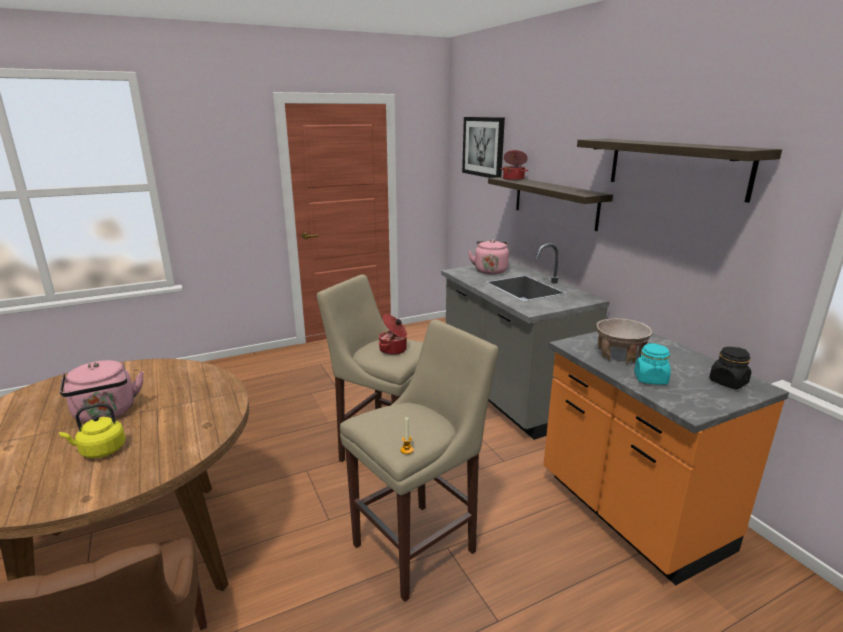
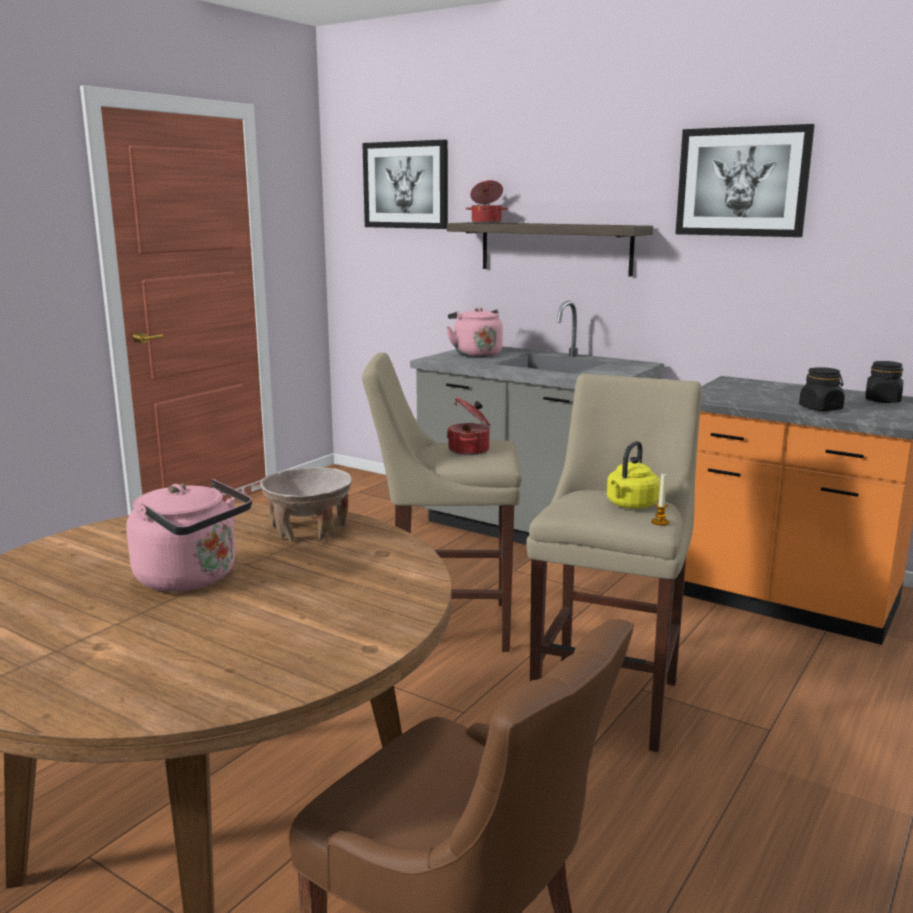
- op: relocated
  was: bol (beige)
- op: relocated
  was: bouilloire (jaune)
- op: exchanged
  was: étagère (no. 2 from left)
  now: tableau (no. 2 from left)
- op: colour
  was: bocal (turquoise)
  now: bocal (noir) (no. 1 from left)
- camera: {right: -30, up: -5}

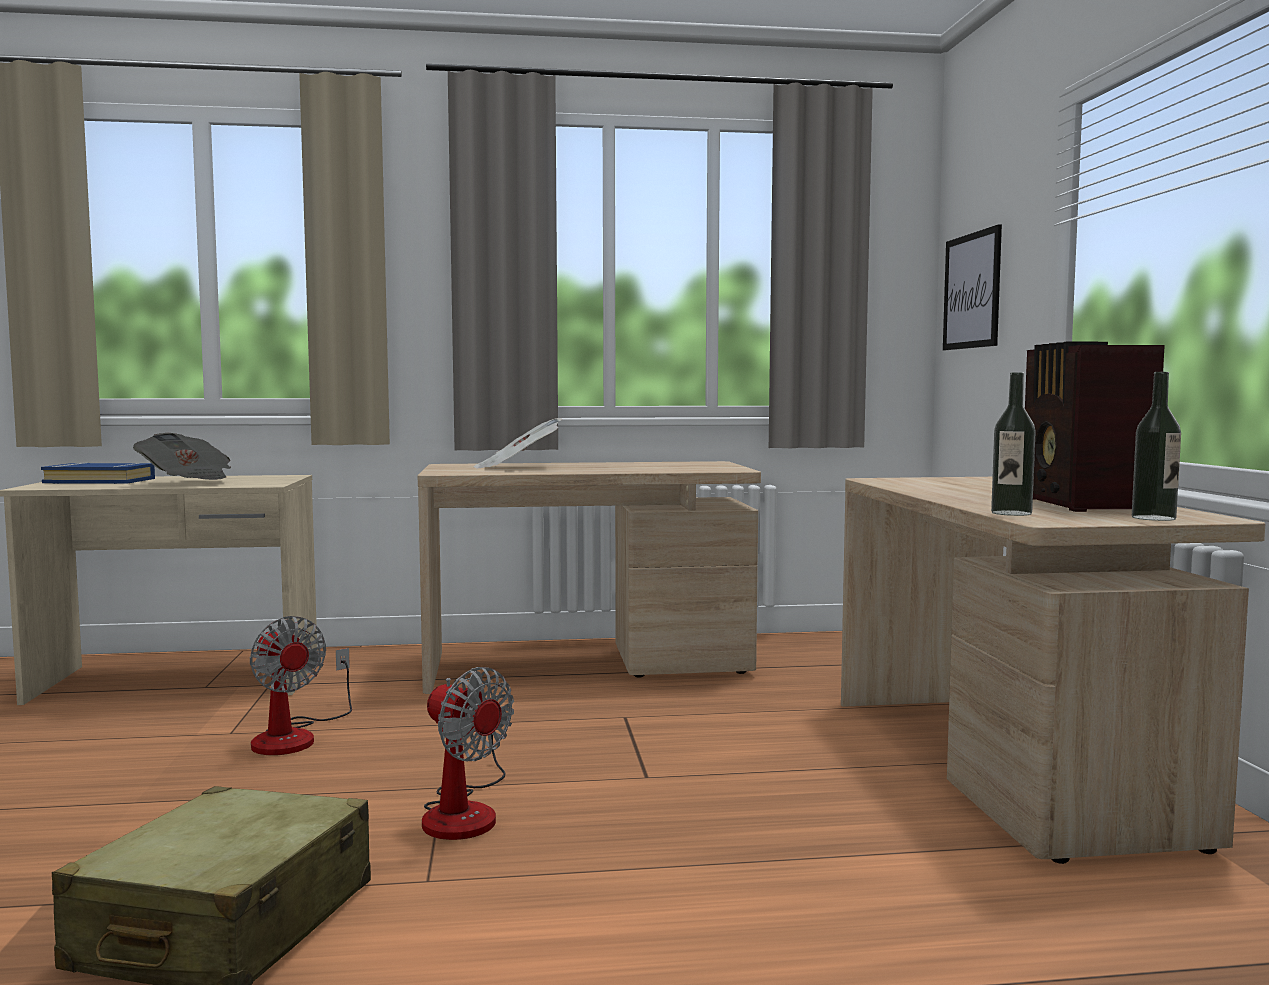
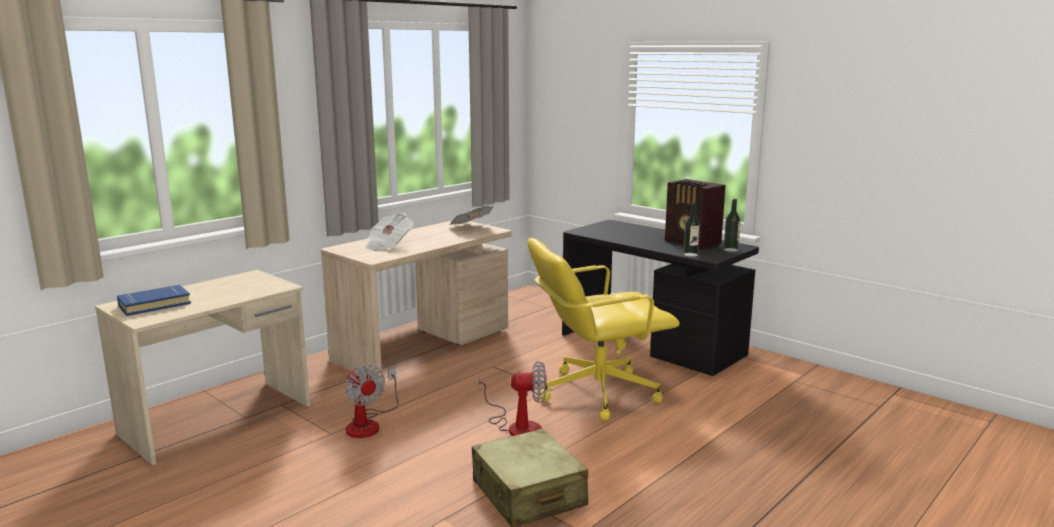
- op: spun
  was: ventilateur (no. 1 from left)
  clockwise: 45
- op: relocated
  was: journal (no. 1 from left in the first image)
  now: journal (no. 2 from left)
- op: appeared
  now: chaise de bureau (jaune)
- op: colour
  was: bureau (beige) (no. 3 from left)
  now: bureau (noir)
- op: missing
  was: tableau
- camera: {right: -40, up: 10}

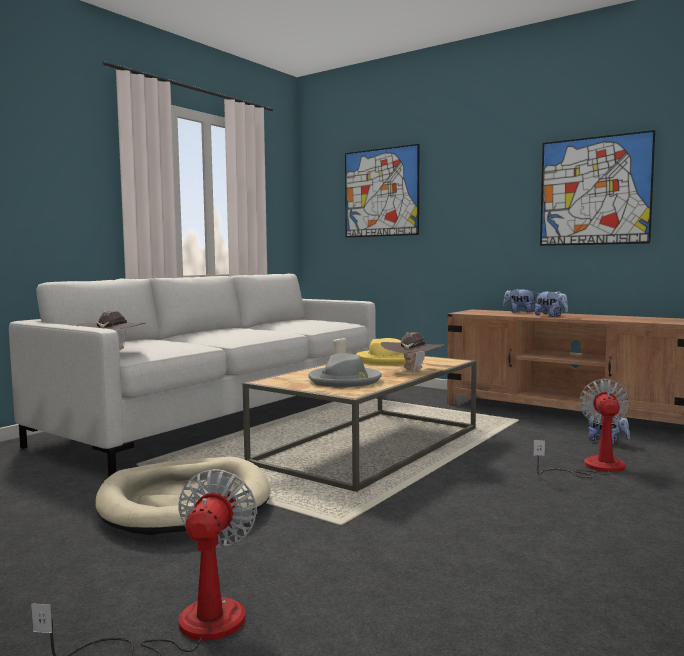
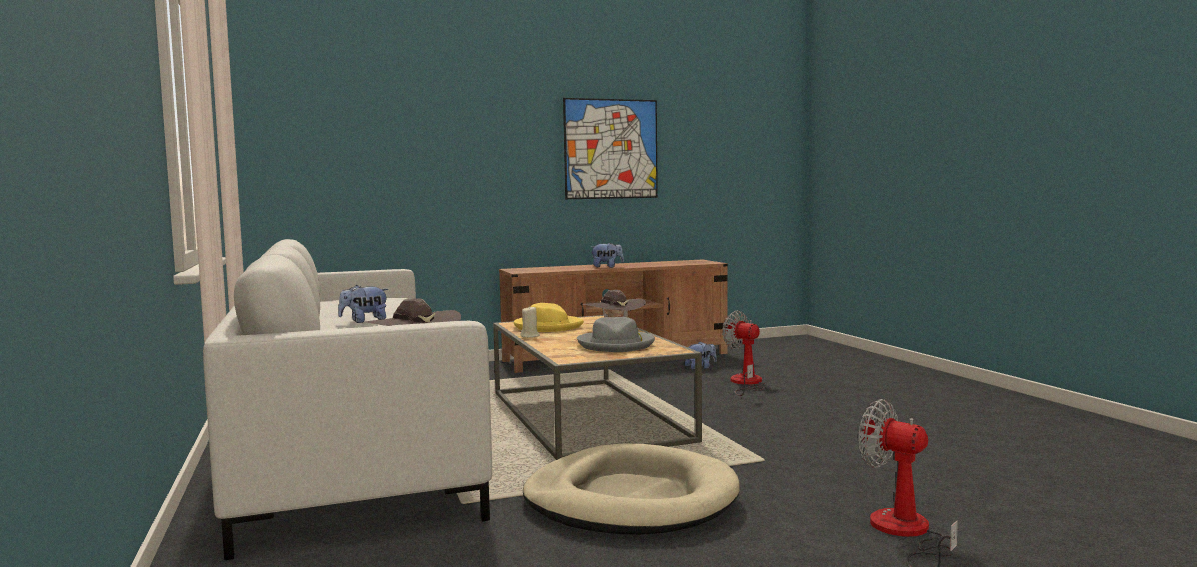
- op: relocated
  was: peluche (no. 1 from left)
- op: missing
  was: tableau (no. 1 from left)
- camera: {right: -55, up: 0}

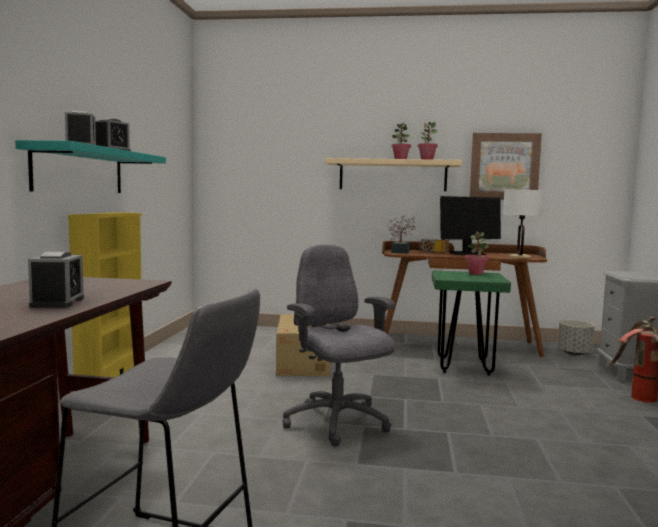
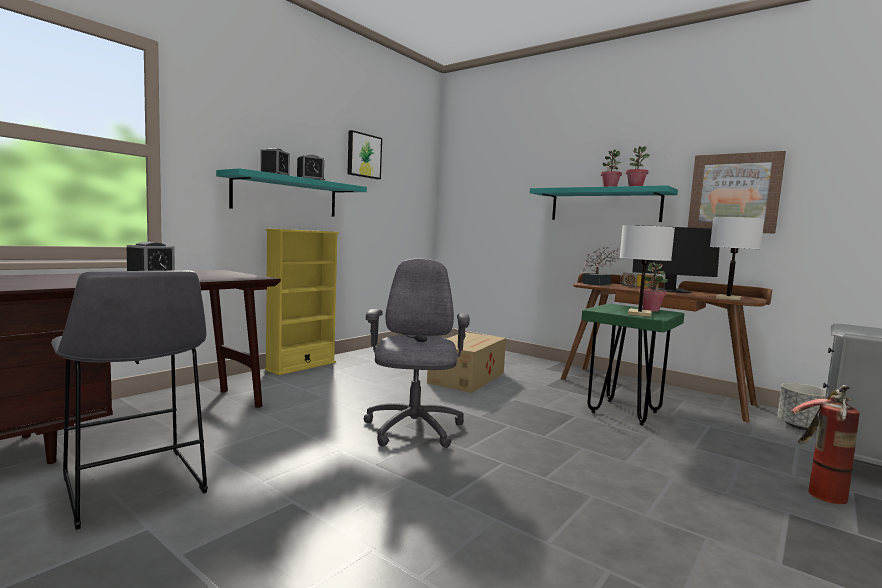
- op: appeared
  now: tableau (no. 1 from left)
- op: colour
  was: étagère (beige)
  now: étagère (turquoise) (no. 2 from left)
- op: appeared
  now: lampe de table (blanc) (no. 1 from left)
- camera: {right: 30, up: 0}

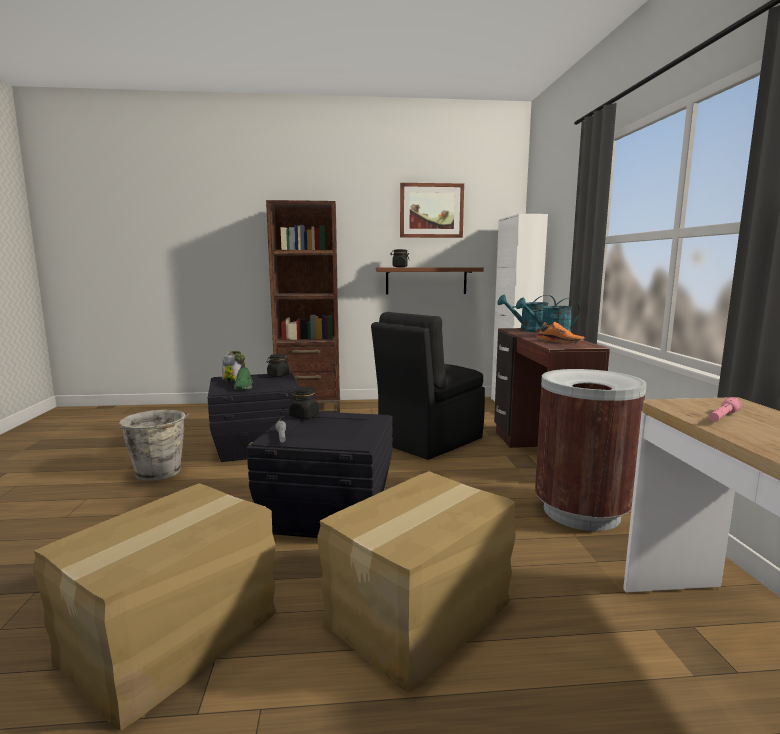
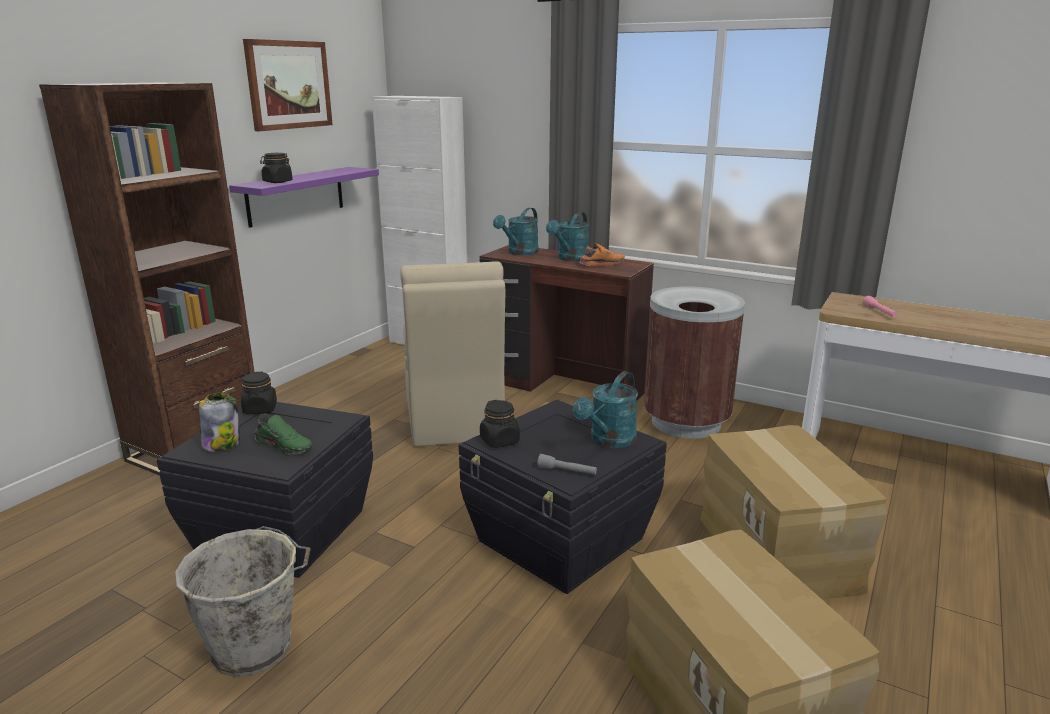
- op: colour
  was: étagère (marron)
  now: étagère (violet)
- op: colour
  was: chaise (noir)
  now: chaise (beige)
- op: appeared
  now: arrosoir (turquoise) (no. 3 from left)
- camera: {right: -55, up: 10}

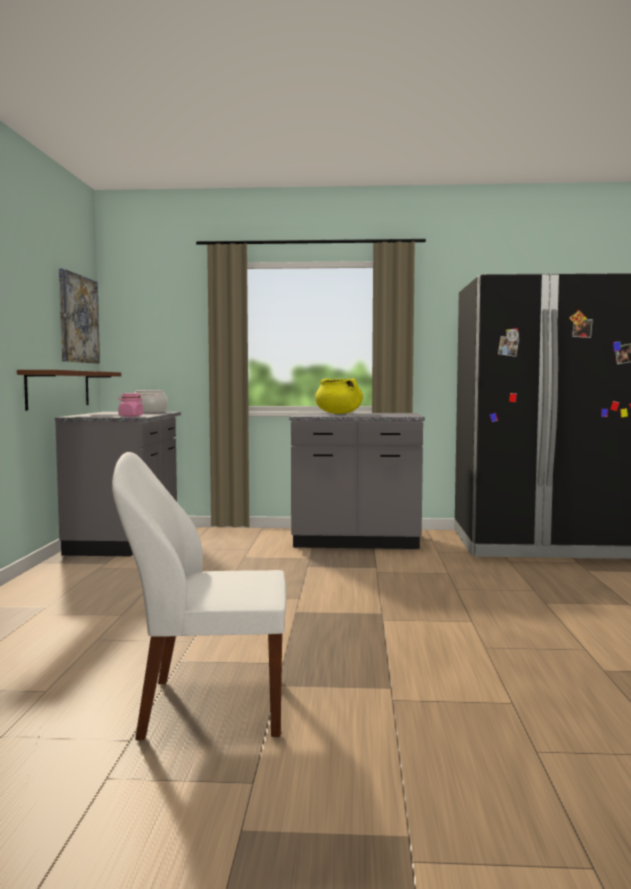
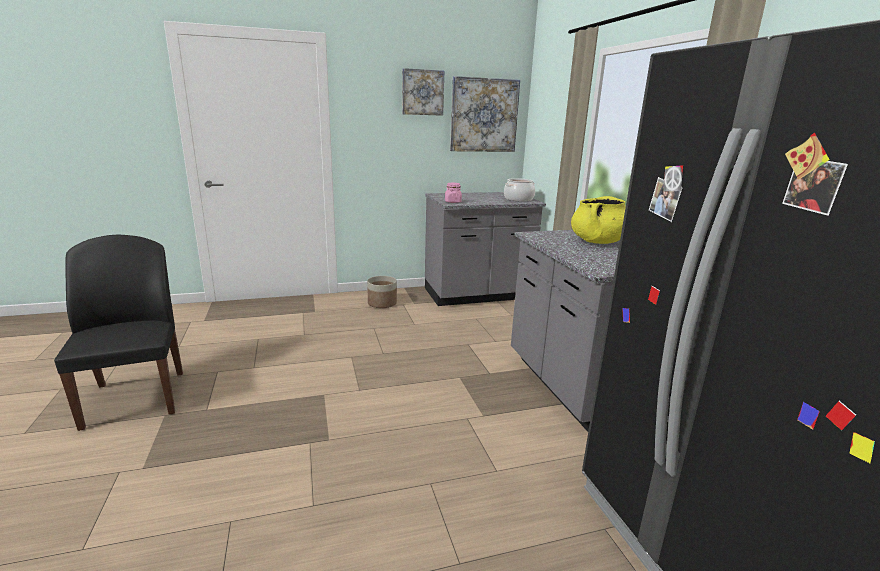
- op: colour
  was: chaise (blanc)
  now: chaise (noir)
- op: appeared
  now: cache-pot
- op: appeared
  now: tableau (no. 1 from left)
- op: missing
  was: étagère (marron)
- camera: {right: 70, up: 15}

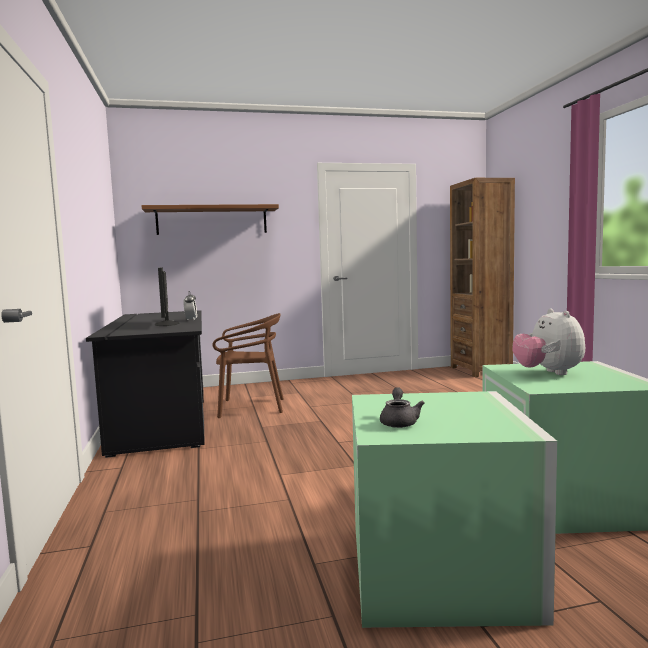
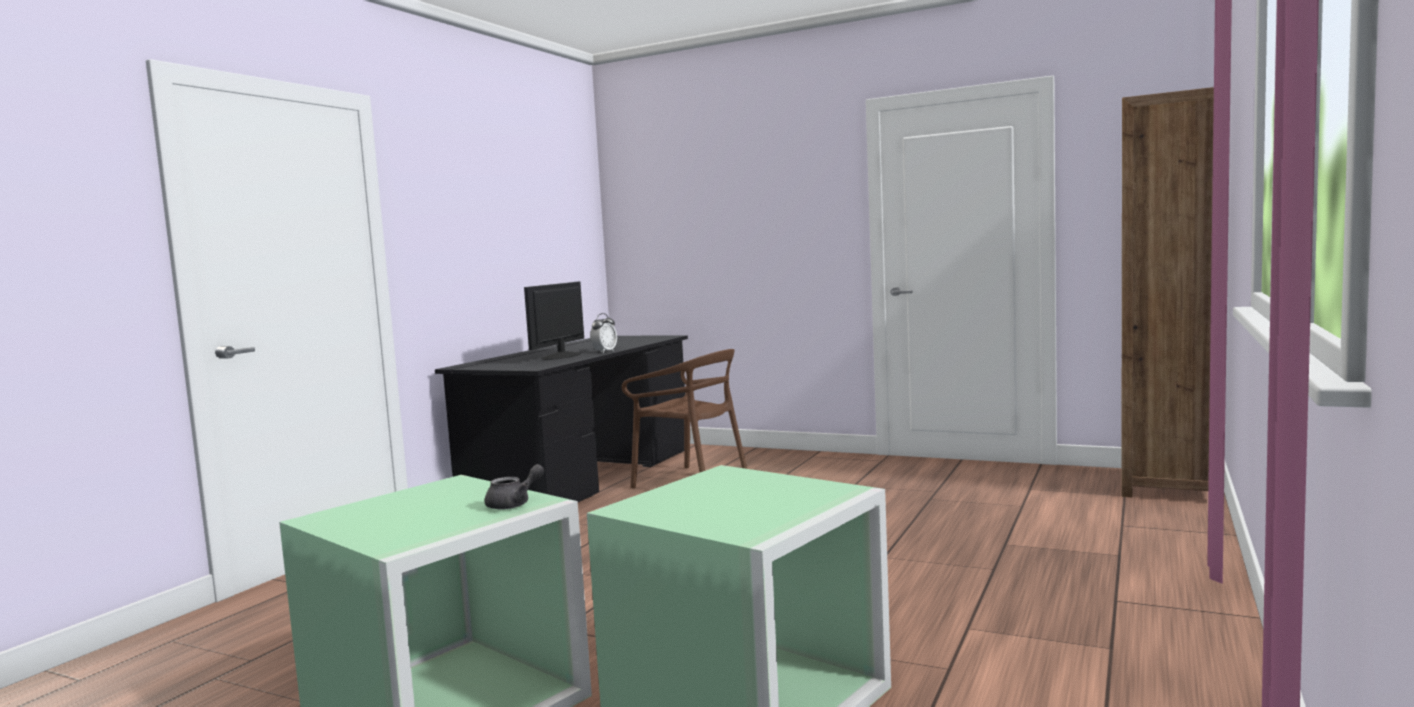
- op: relocated
  was: théière (gris)
- op: missing
  was: étagère (marron)
- op: missing
  was: peluche
- camera: {right: 40, up: 0}

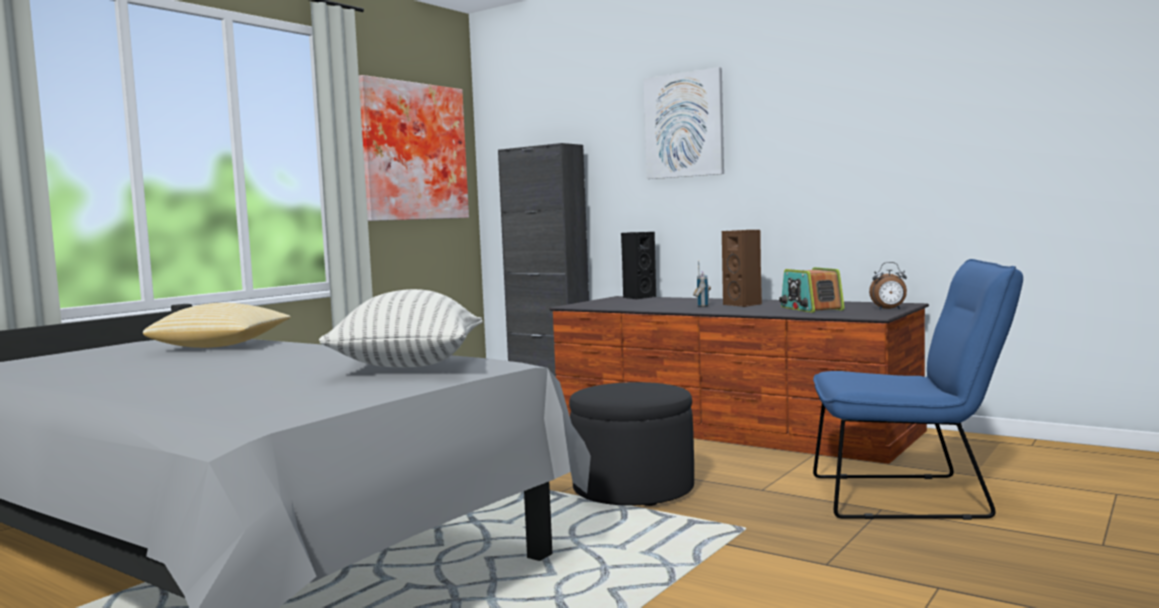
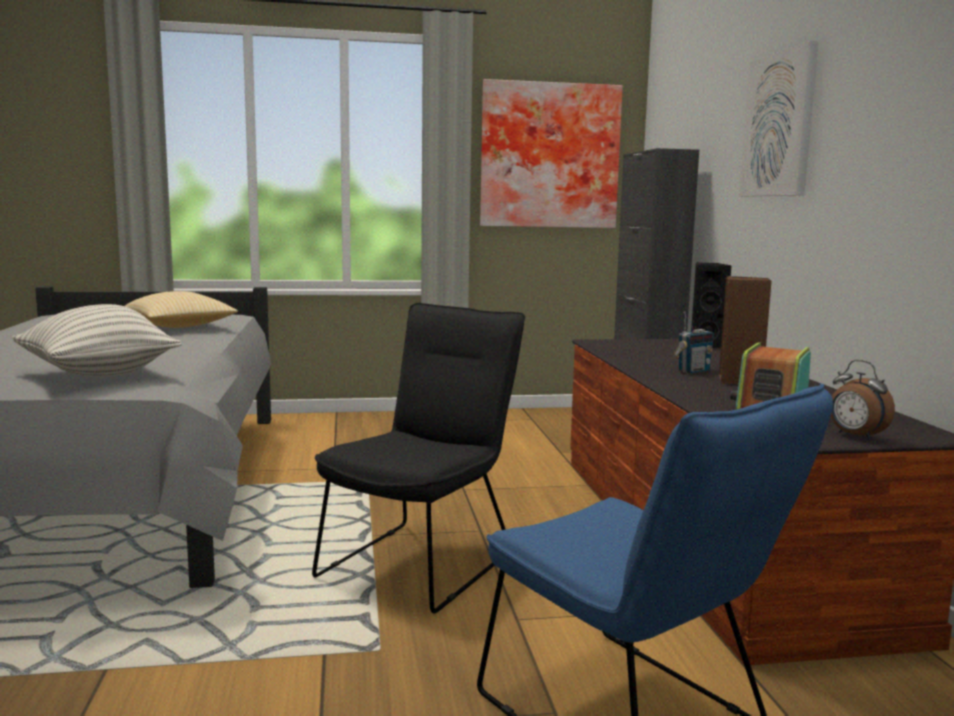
- op: exchanged
  was: pouf (noir)
  now: chaise (noir)
- camera: {right: 45, up: 5}

